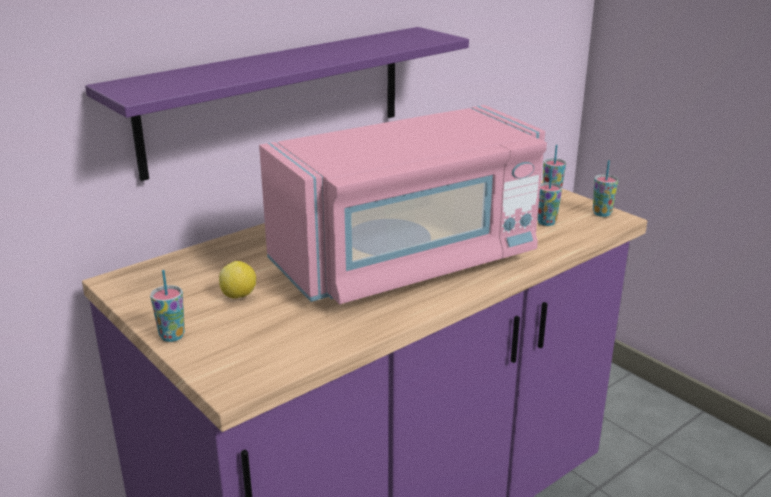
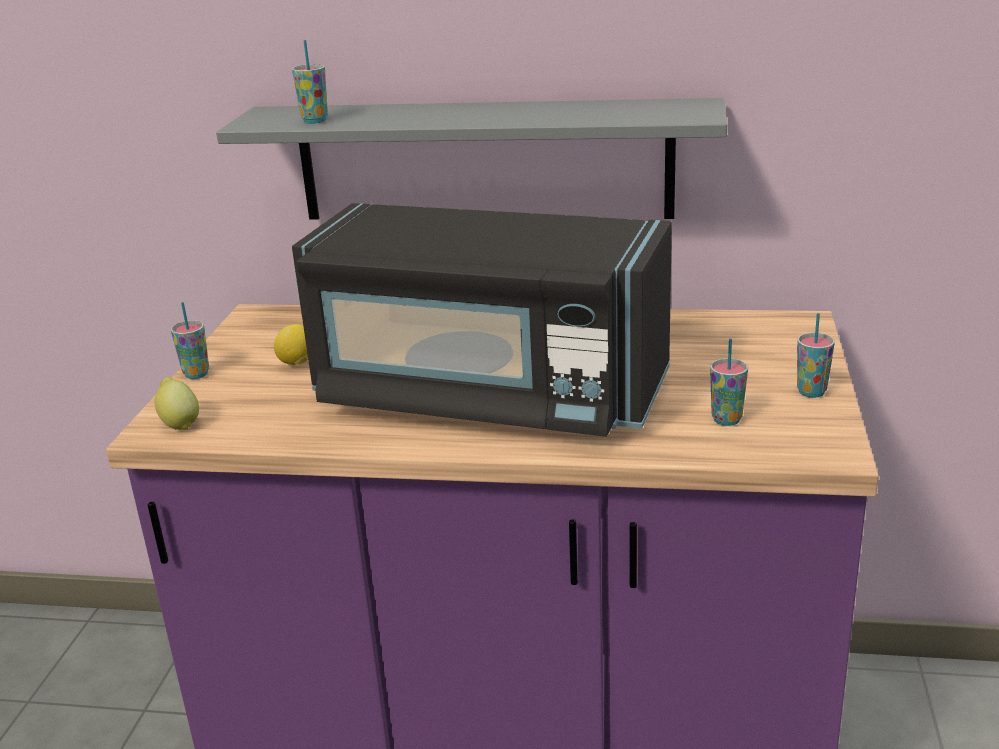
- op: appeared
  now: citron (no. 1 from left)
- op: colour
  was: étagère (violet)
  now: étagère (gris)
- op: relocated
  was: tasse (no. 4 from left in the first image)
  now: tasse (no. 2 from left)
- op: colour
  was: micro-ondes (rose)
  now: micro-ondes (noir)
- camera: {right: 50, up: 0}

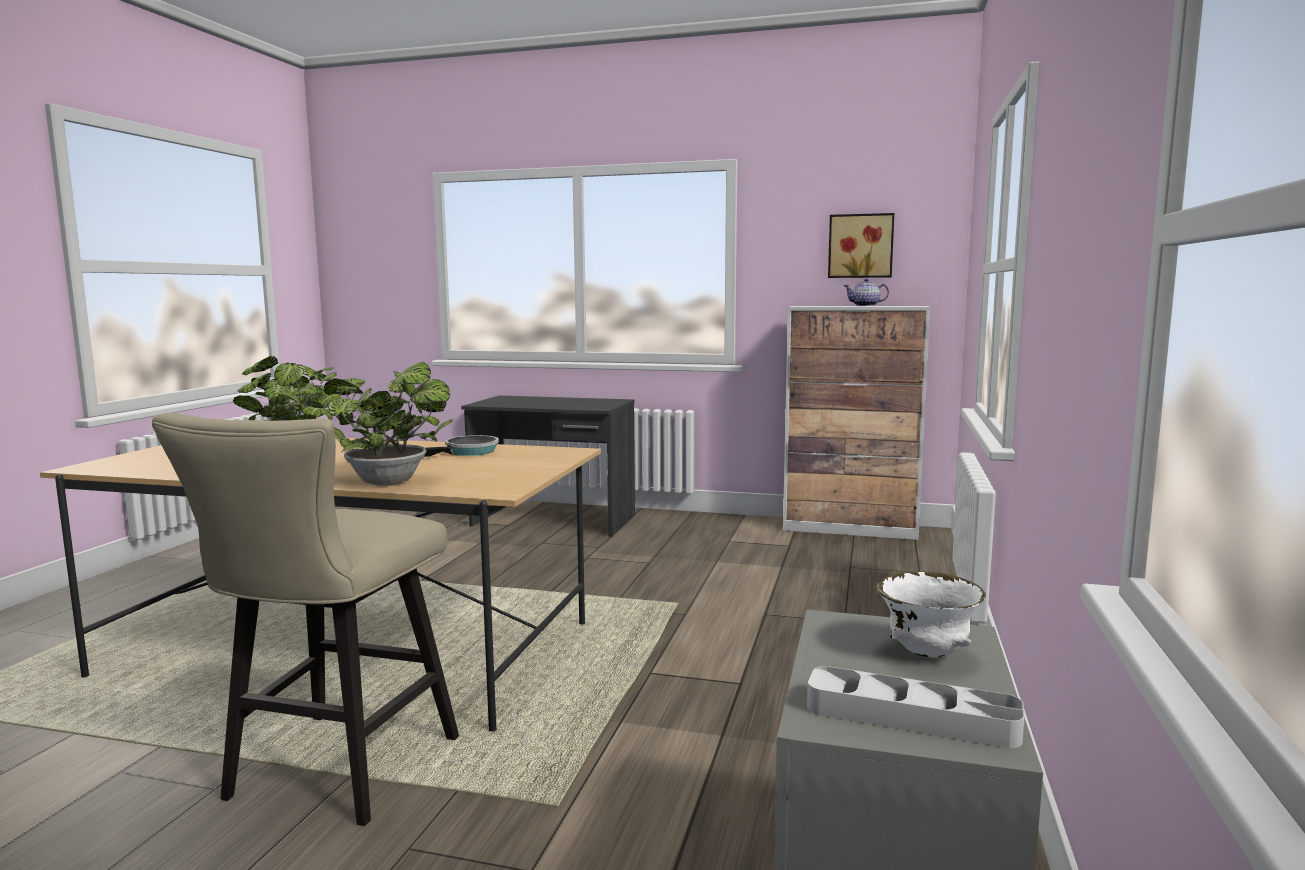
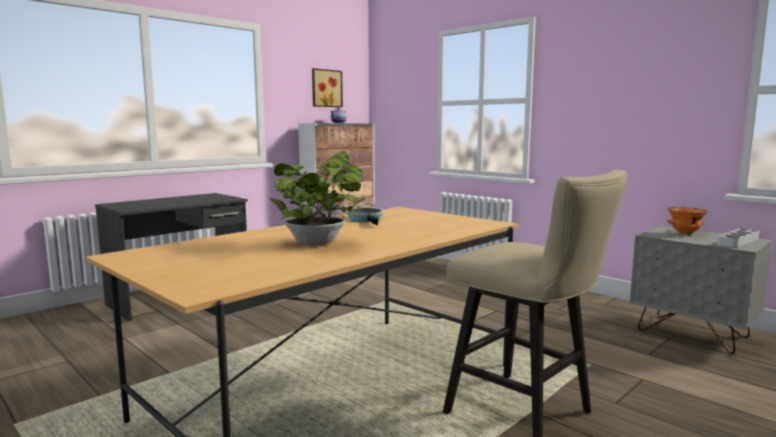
- op: colour
  was: bol (blanc)
  now: bol (orange)
- op: missing
  was: plante en pot (no. 2 from left)
- camera: {right: -60, up: 0}

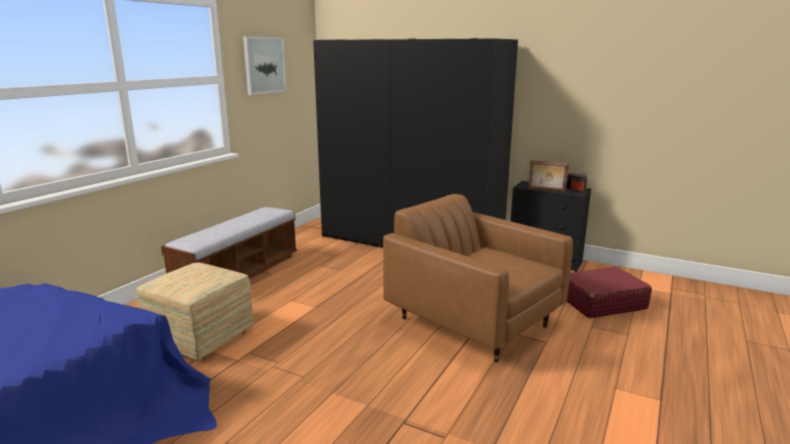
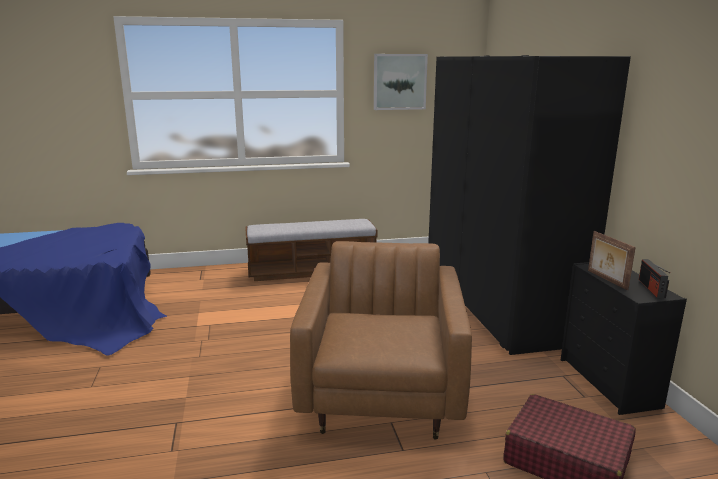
- op: missing
  was: pouf
- camera: {right: 50, up: 0}

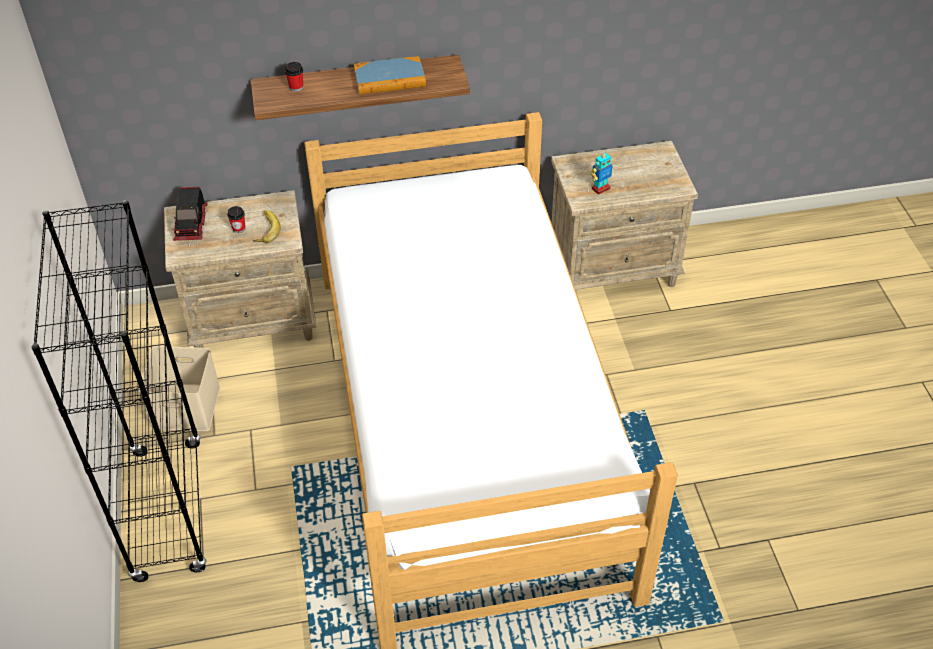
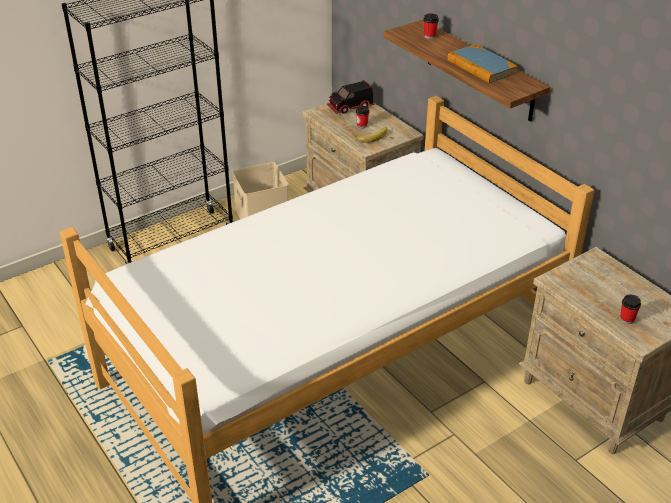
- op: appeared
  now: tasse (no. 3 from left)
- op: missing
  was: robot jouet
- camera: {right: 65, up: -10}

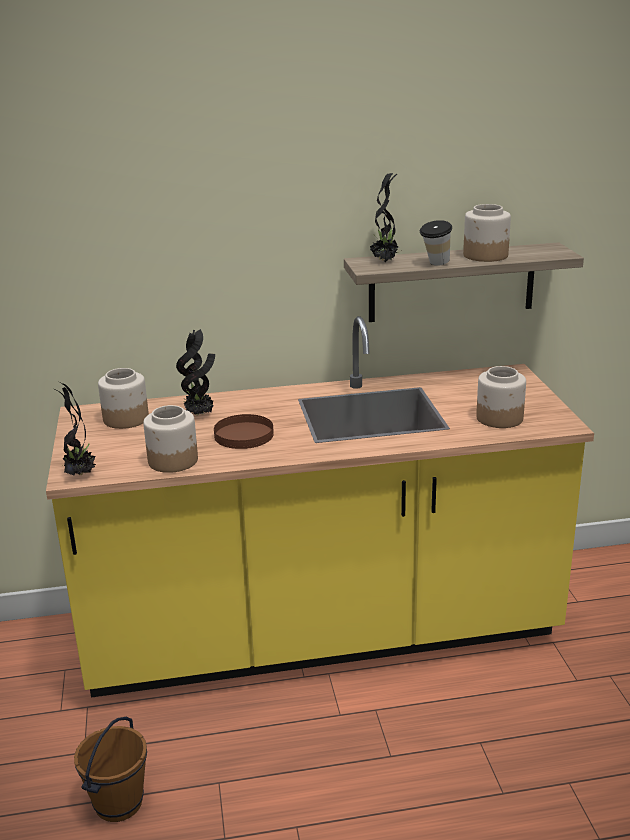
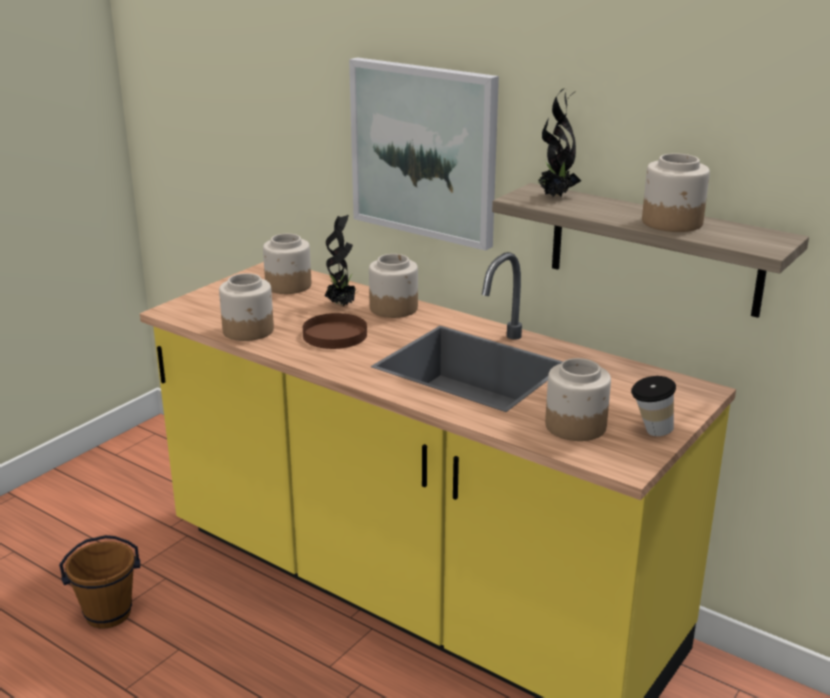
- op: appeared
  now: tableau
- op: appeared
  now: bocal (no. 3 from left)
- op: relocated
  was: tasse
- op: missing
  was: plante en pot (no. 1 from left)
- camera: {right: 45, up: 0}

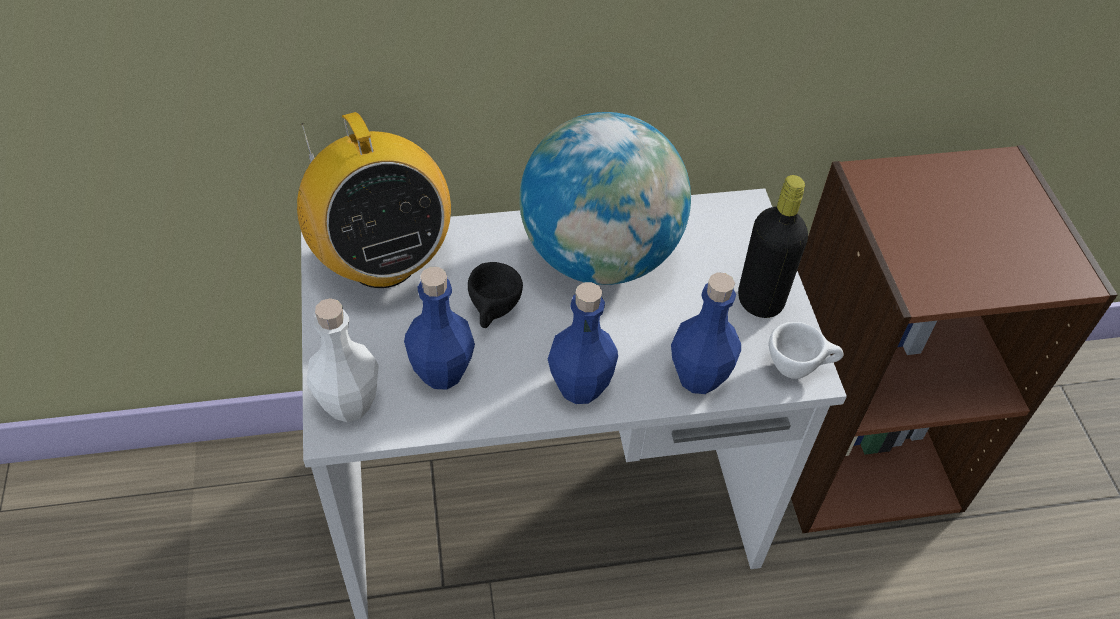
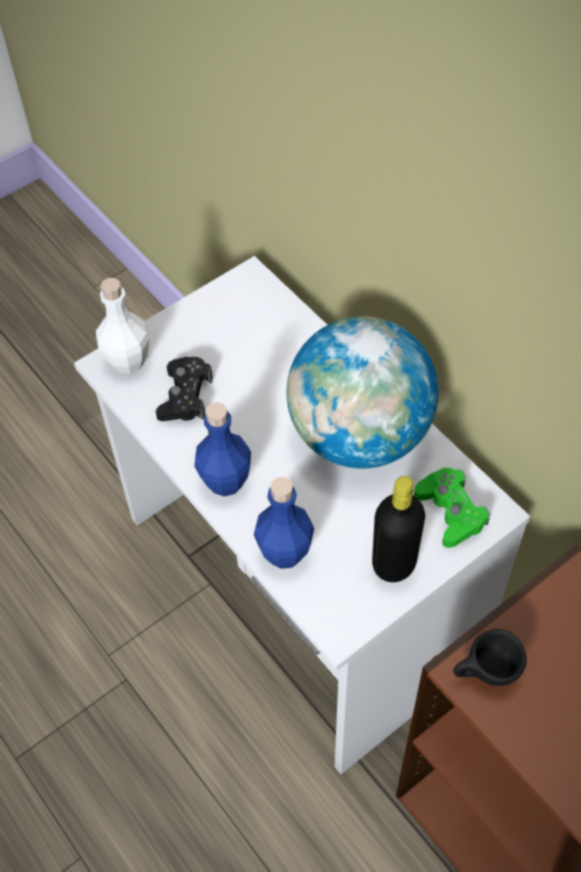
- op: exchanged
  was: bouteille (bleu) (no. 1 from left)
  now: manette (noir)
- op: appeared
  now: manette (vert)
- op: relocated
  was: tasse (noir)
- op: missing
  was: radio
- op: missing
  was: tasse (blanc)
- camera: {right: 65, up: 5}

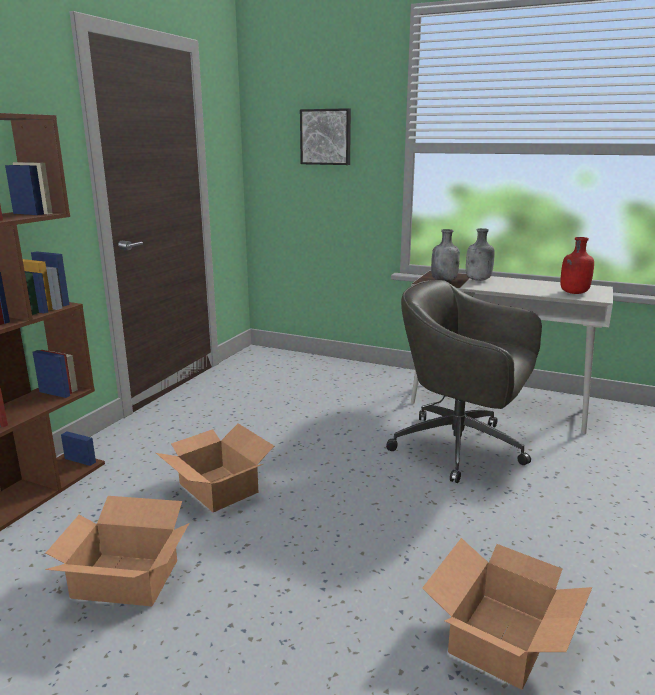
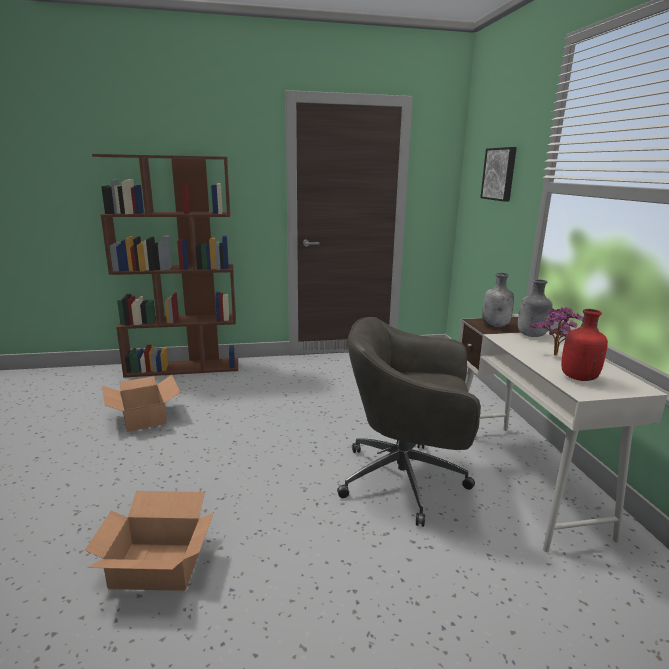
- op: spun
  was: chaise de bureau (gris)
  clockwise: -75
- op: appeared
  now: plante en pot
- op: missing
  was: carton (no. 2 from left)
- camera: {right: 55, up: 0}

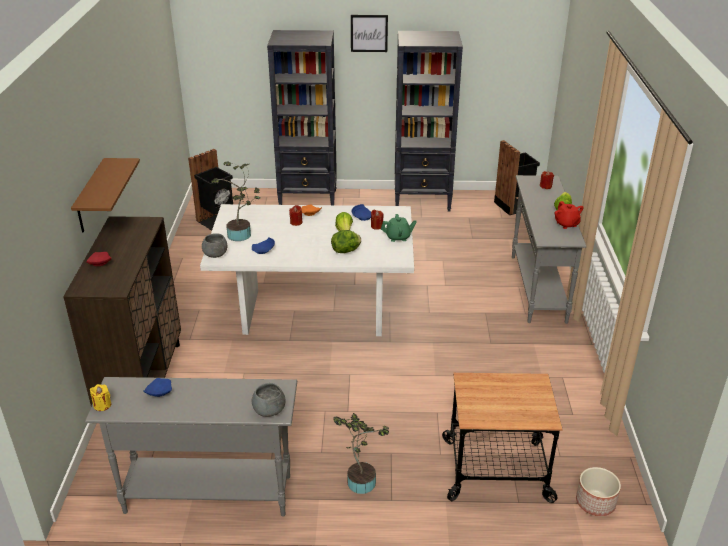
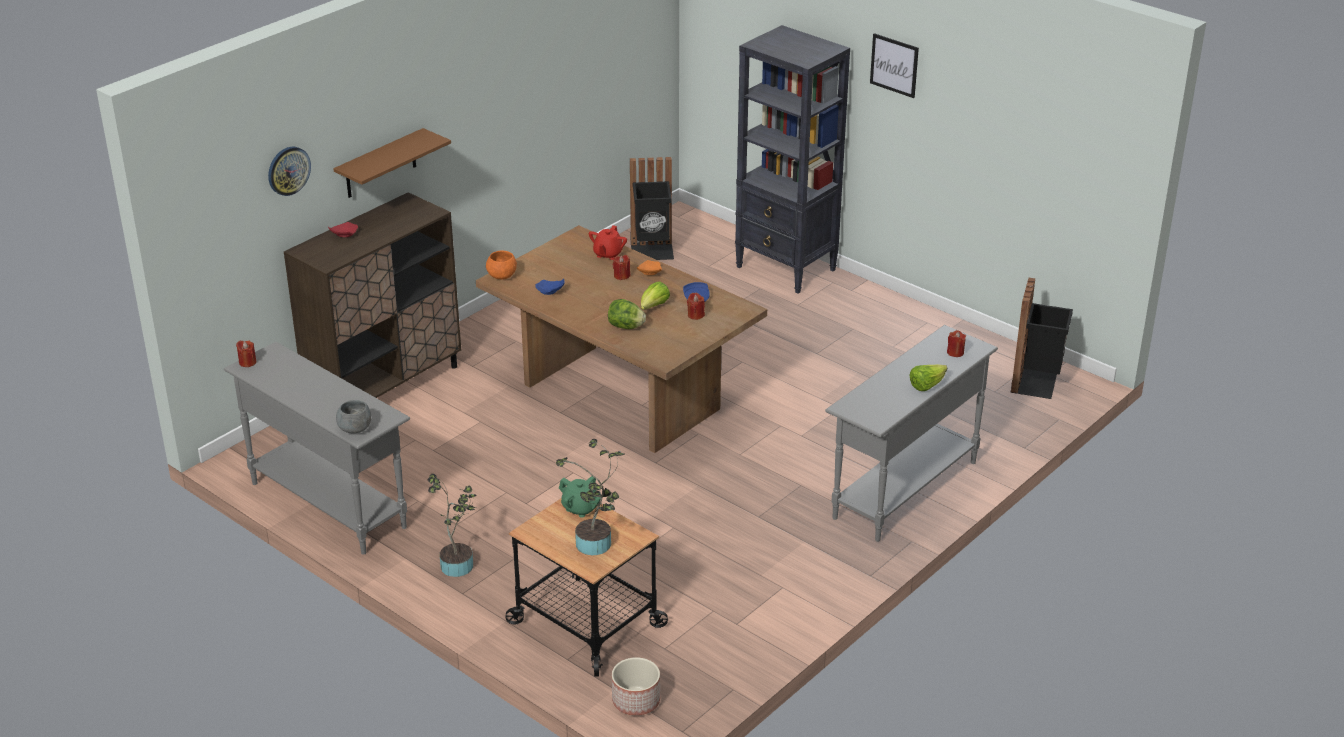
- op: colour
  was: bougie (jaune)
  now: bougie (rouge) (no. 1 from left)
- op: appeared
  now: horloge murale
- op: colour
  was: table à manger (blanc)
  now: table à manger (marron)
- op: colour
  was: bol (gris) (no. 1 from left)
  now: bol (orange)
- op: relocated
  was: plante en pot (no. 1 from left in the first image)
  now: plante en pot (no. 2 from left)
- op: relocated
  was: théière (vert)
- op: relocated
  was: théière (rouge)
- op: missing
  was: assiette (bleu) (no. 1 from left)
- op: missing
  was: bibliothèque (noir) (no. 2 from left)
- camera: {right: 40, up: 0}

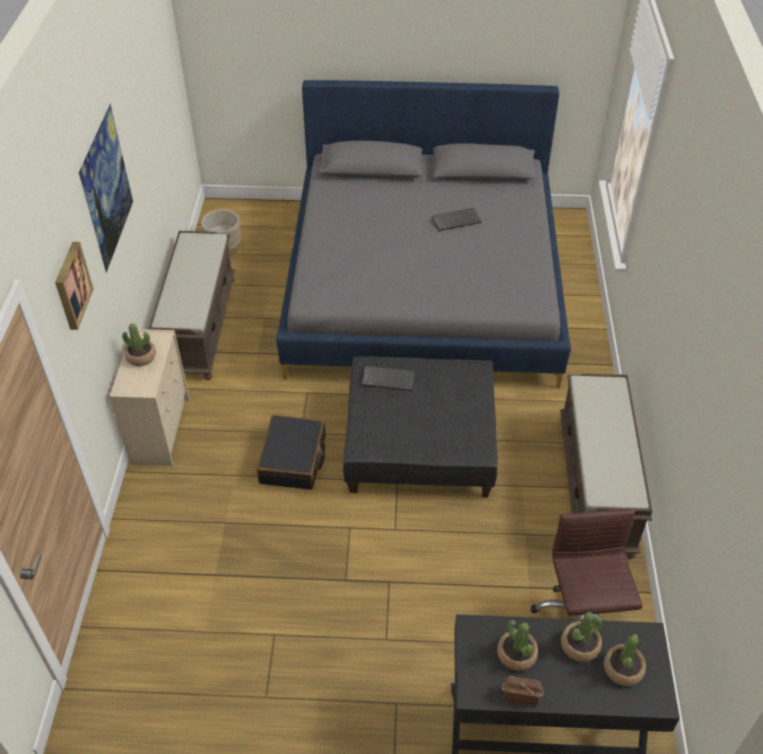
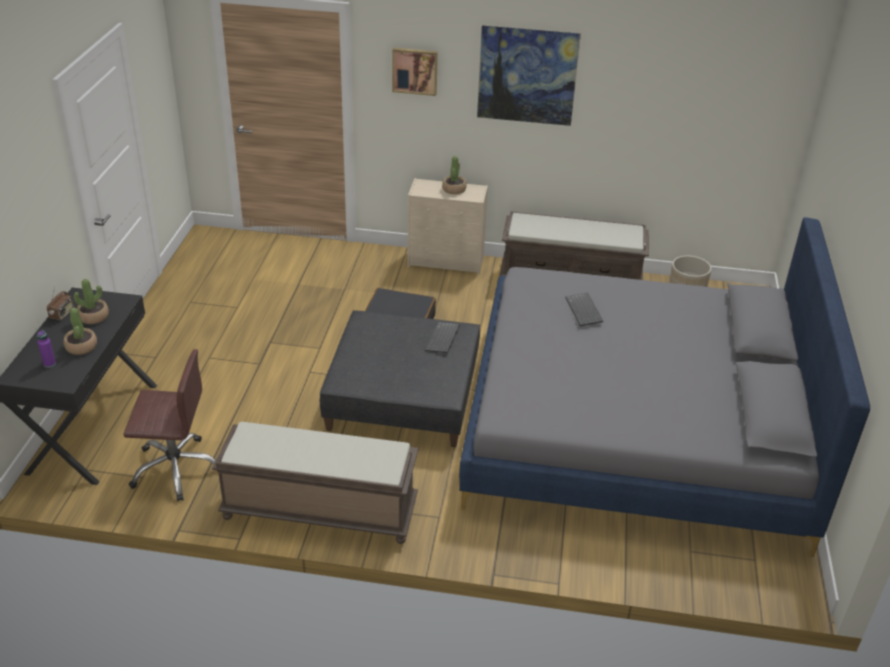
- op: exchanged
  was: plante en pot (no. 4 from left)
  now: bouteille (violet)
- op: relocated
  was: clavier (no. 2 from left)
- camera: {right: 95, up: -10}

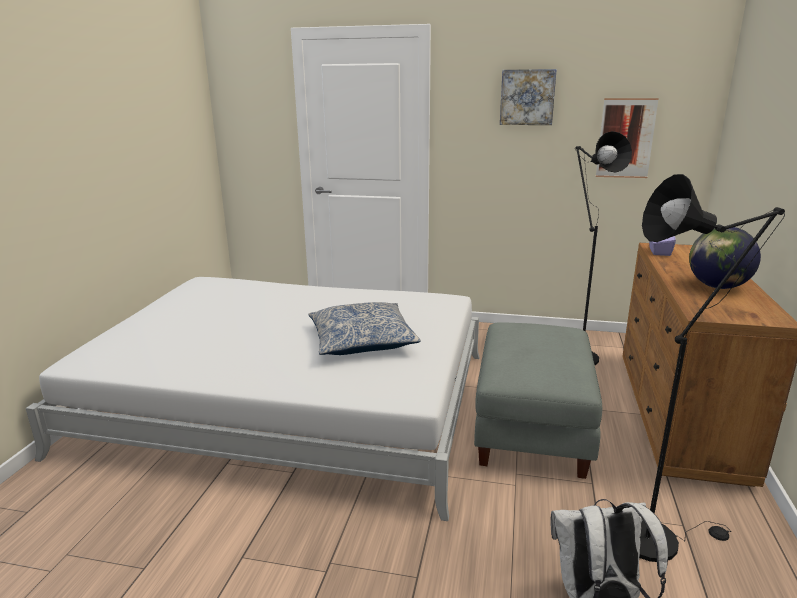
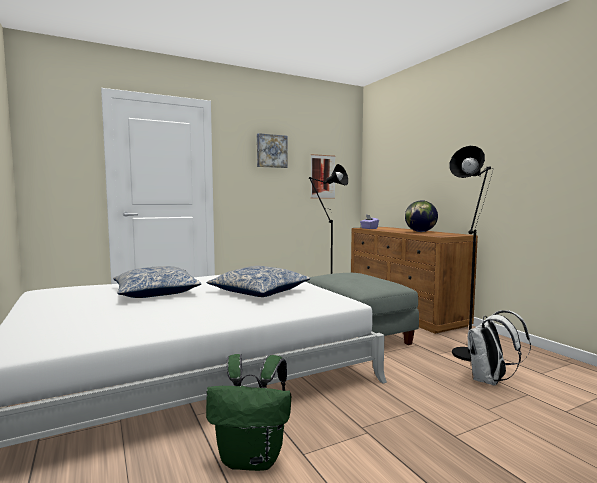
- op: appeared
  now: coussin (no. 1 from left)
- op: appeared
  now: sac à dos (vert)
- camera: {right: -40, up: -15}

